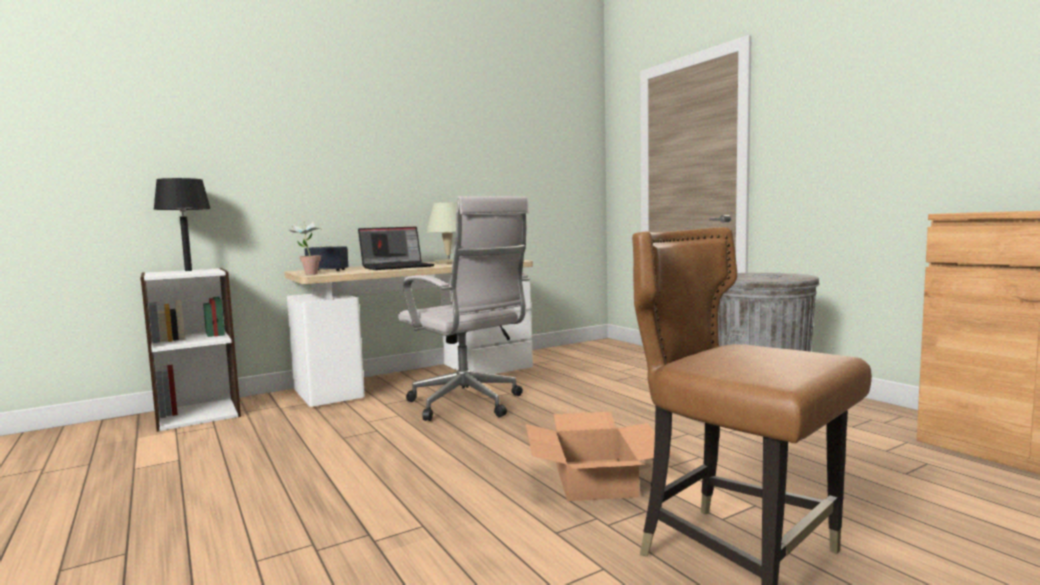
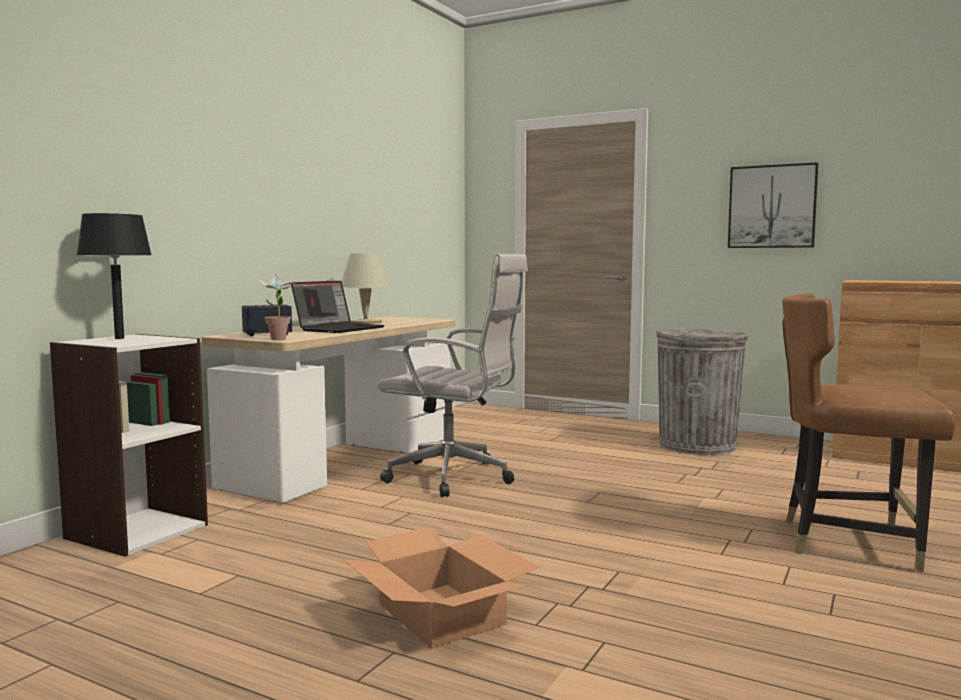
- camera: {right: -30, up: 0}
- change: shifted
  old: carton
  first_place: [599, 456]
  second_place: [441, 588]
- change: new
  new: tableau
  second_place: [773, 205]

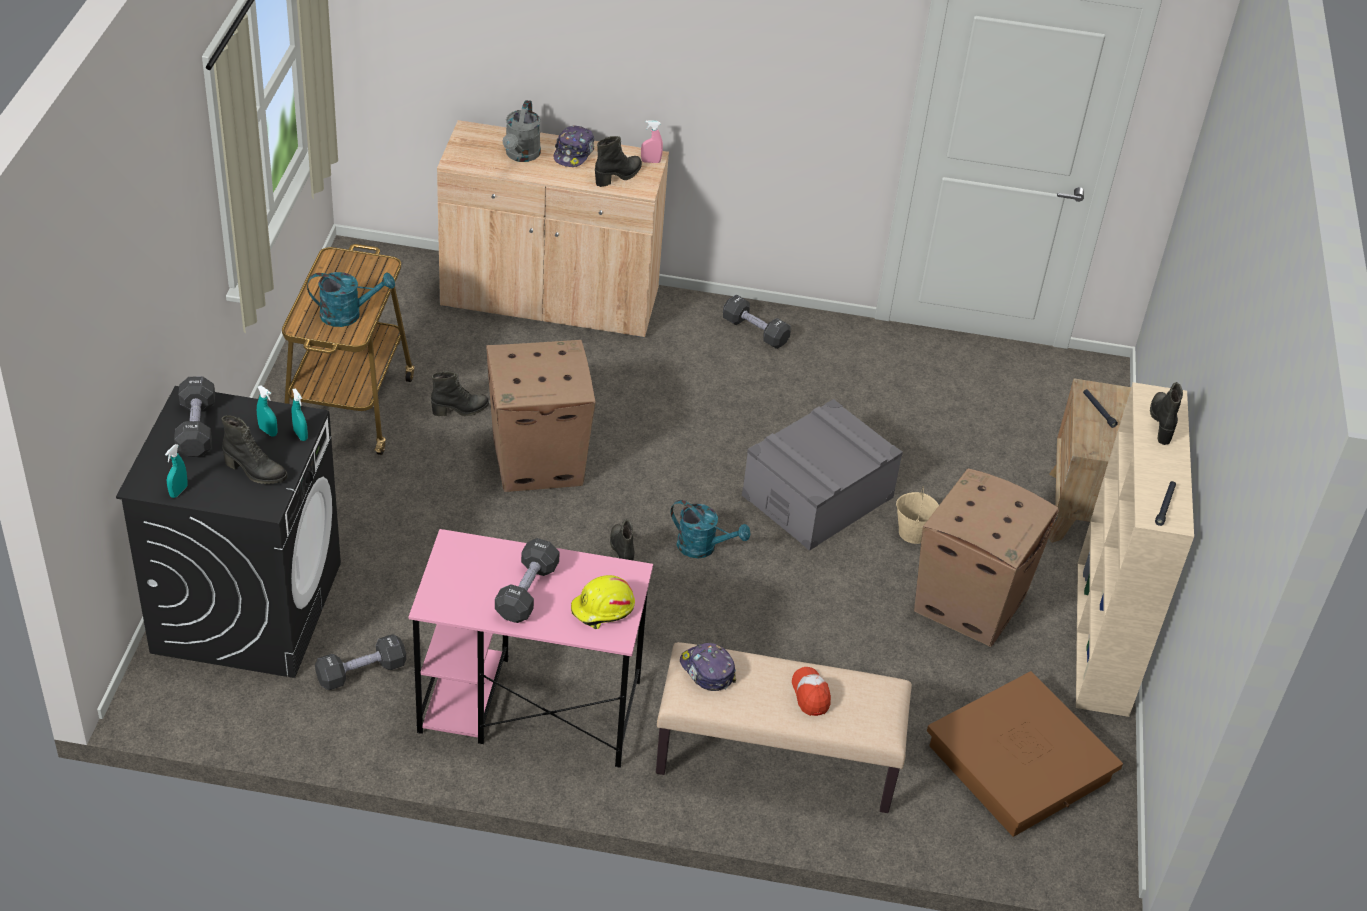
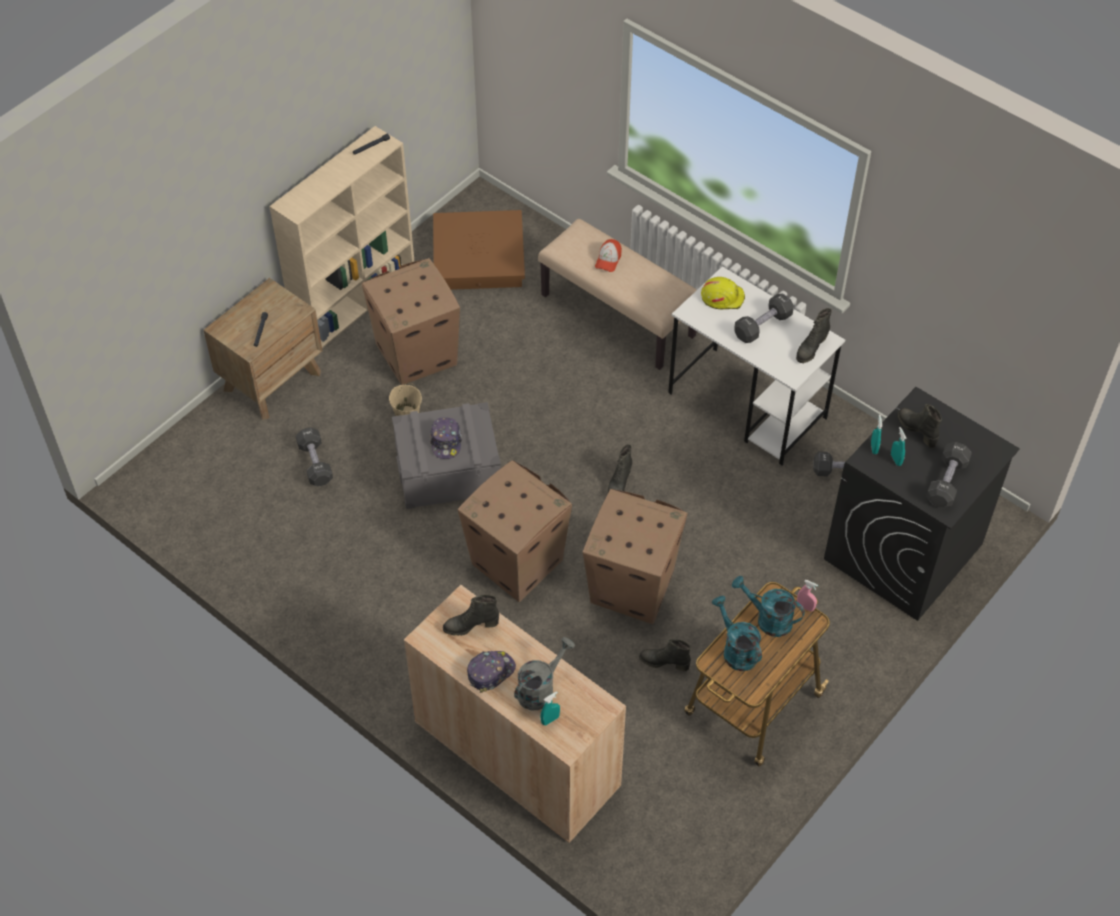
- camera: {right: -145, up: 10}
- change: shifted
  old: vaporisateur [rose]
  first_place: [652, 141]
  second_place: [807, 596]
- change: shifted
  old: haltère [noir]
  first_place: [757, 322]
  second_place: [314, 456]
- change: shifted
  old: botte [noir]
  first_place: [1166, 413]
  second_place: [814, 335]
- change: shifted
  old: vaporisateur [turquoise]
  first_place: [176, 471]
  second_place: [550, 708]
- change: shifted
  old: arrosoir [turquoise]
  first_place: [710, 529]
  second_place: [737, 633]
- change: repainted
  old: bureau [rose]
  new: bureau [blanc]
  first_place: [531, 648]
  second_place: [756, 365]
- change: shifted
  old: casquette
  first_place: [708, 666]
  second_place: [446, 438]
- change: new
  new: carton
  second_place: [514, 531]

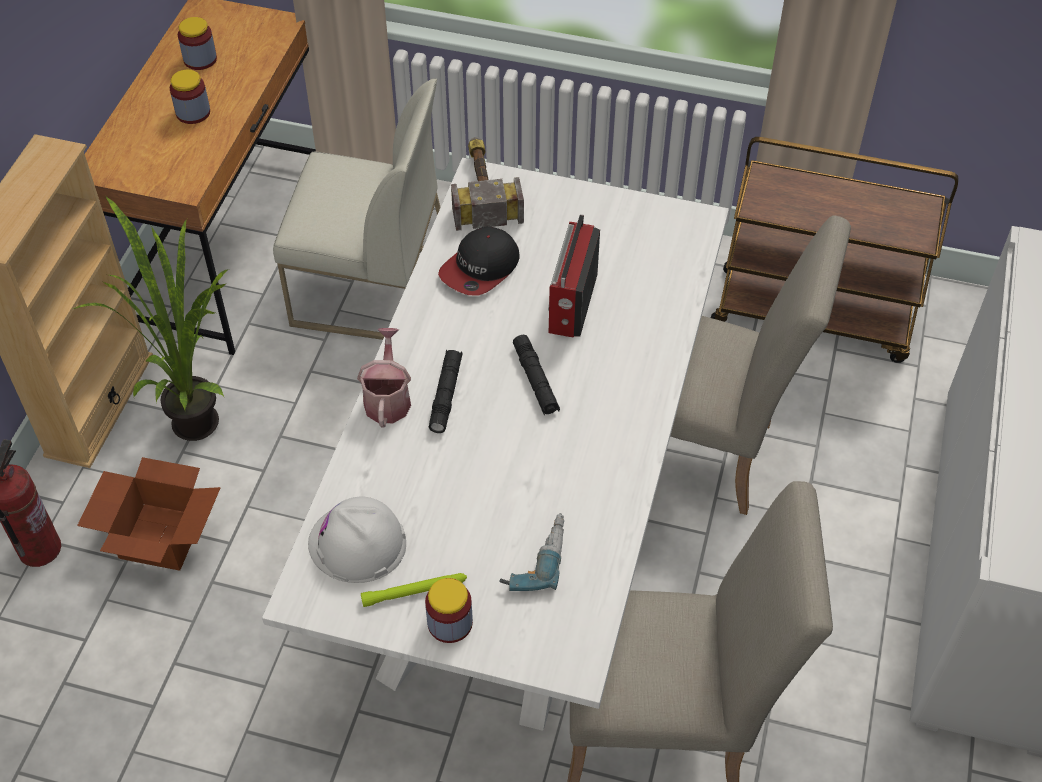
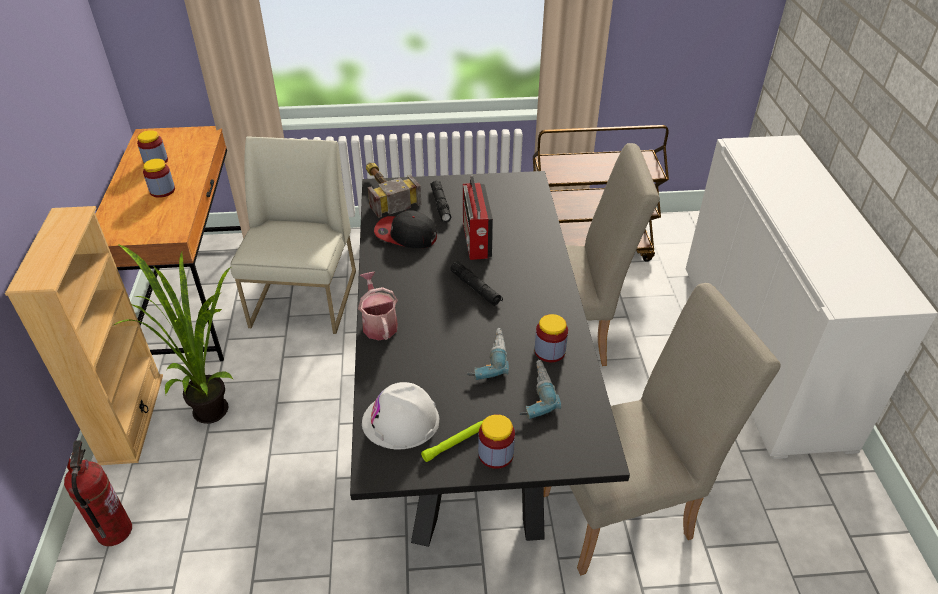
- camera: {right: -20, up: -10}
- change: rotated
  old: chaise [blanc]
  first_place: [357, 209]
  second_place: [293, 235]
  degrees: -75
- change: repainted
  old: table à manger [blanc]
  new: table à manger [noir]
  first_place: [495, 444]
  second_place: [490, 359]
- change: rotated
  old: casquette
  first_place: [479, 260]
  second_place: [405, 229]
  degrees: 90
- change: shifted
  old: lampe de poche [noir]
  first_place: [446, 391]
  second_place: [440, 201]
- change: gone
  old: carton
  first_place: [149, 513]
- change: new
  new: bocal
  second_place: [551, 338]
- change: new
  new: perceuse
  second_place: [488, 354]

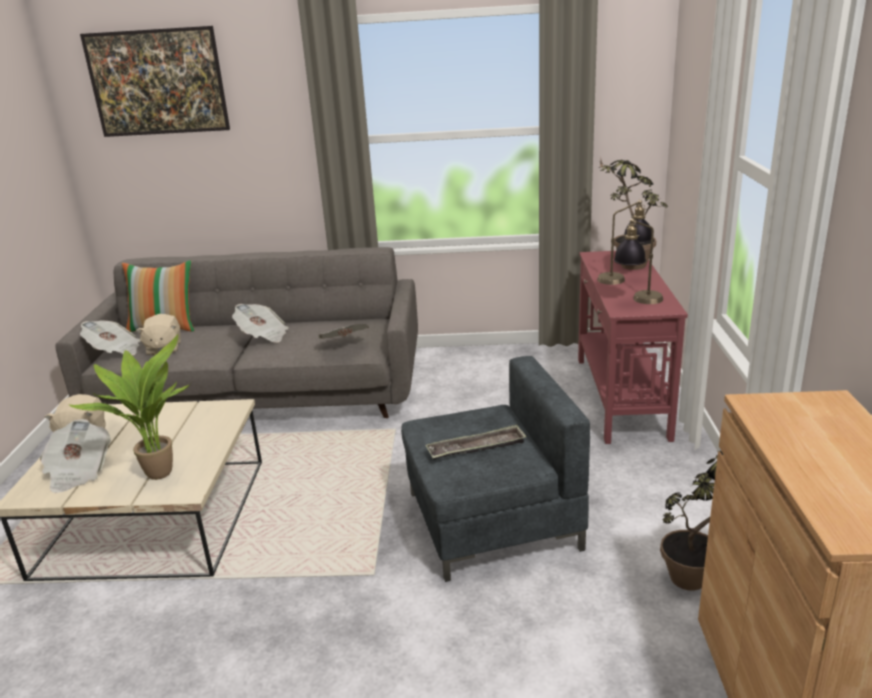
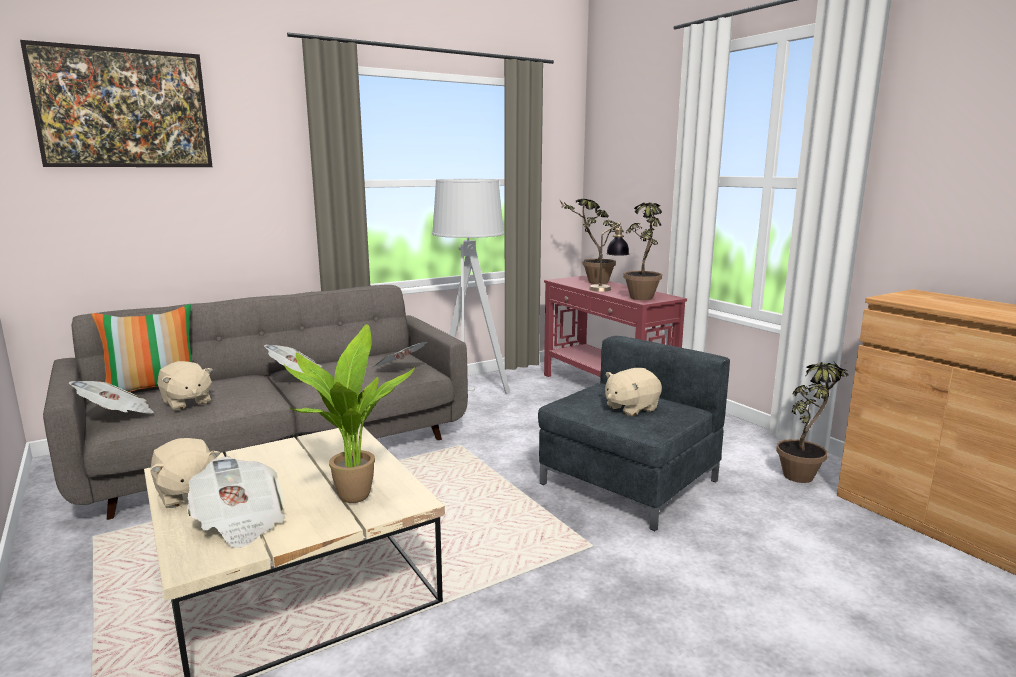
- camera: {right: -35, up: -10}
- change: swapped
  old: lampe de table
  new: plante en pot
  first_place: [638, 261]
  second_place: [643, 251]
- change: swapped
  old: plateau
  new: peluche [beige]
  first_place: [476, 442]
  second_place: [633, 392]
- change: new
  new: lampadaire [gris]
  second_place: [471, 296]

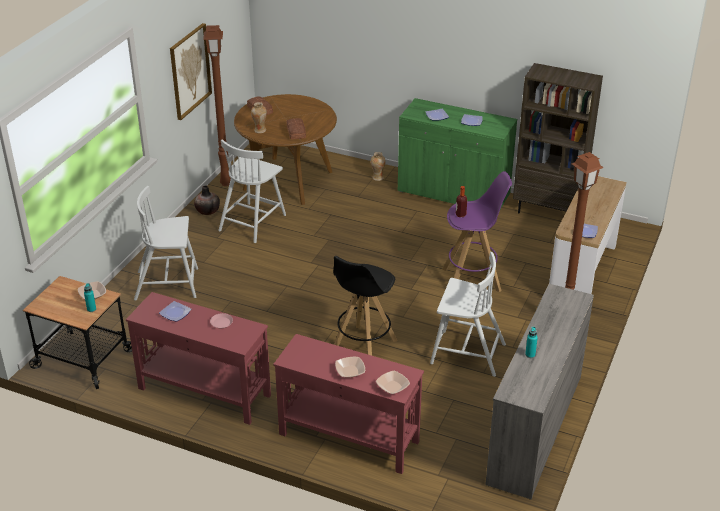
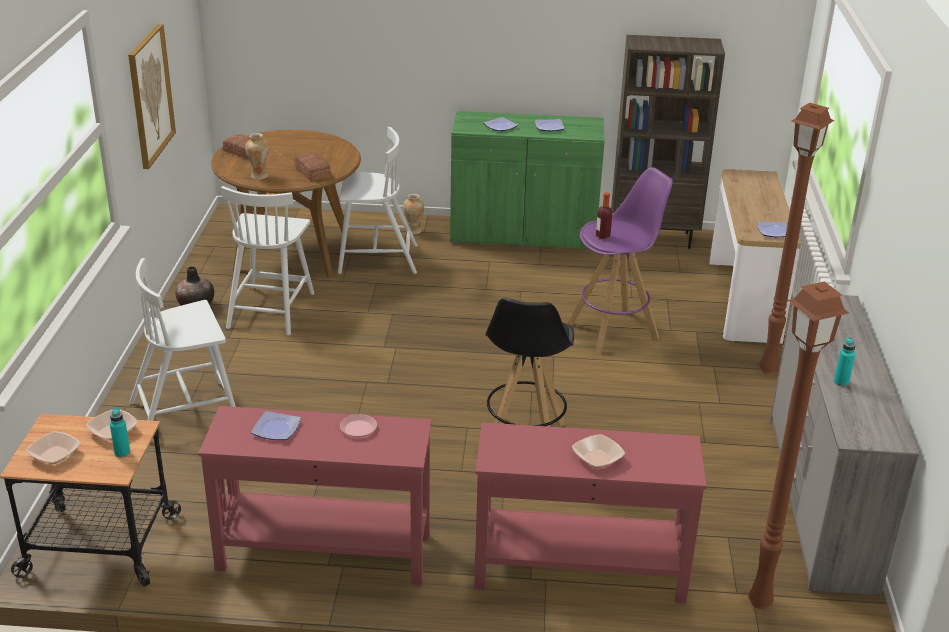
- camera: {right: -20, up: -5}
- change: shifted
  old: lampadaire [marron]
  first_place: [217, 105]
  second_place: [798, 445]
- change: shifted
  old: chaise [blanc]
  first_place: [468, 314]
  second_place: [378, 200]
- change: shifted
  old: bol
  first_place: [393, 382]
  second_place: [53, 447]

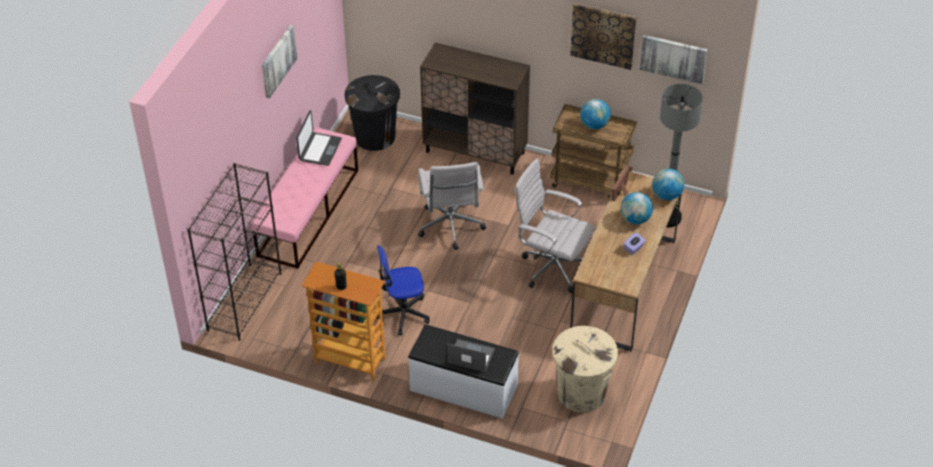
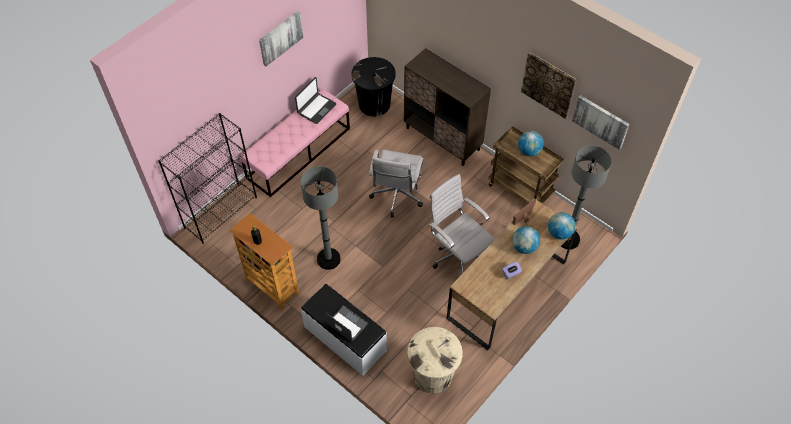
- camera: {right: 20, up: 10}
- change: swapped
  old: chaise de bureau
  new: lampadaire [gris]
  first_place: [403, 290]
  second_place: [321, 218]

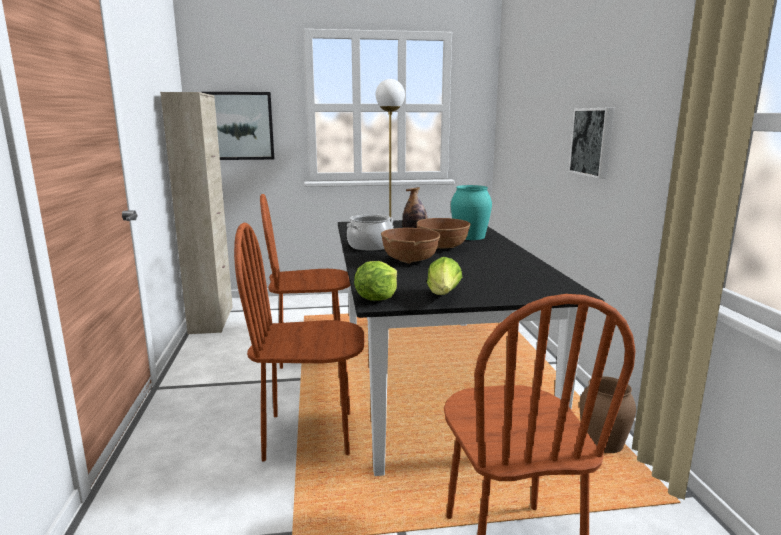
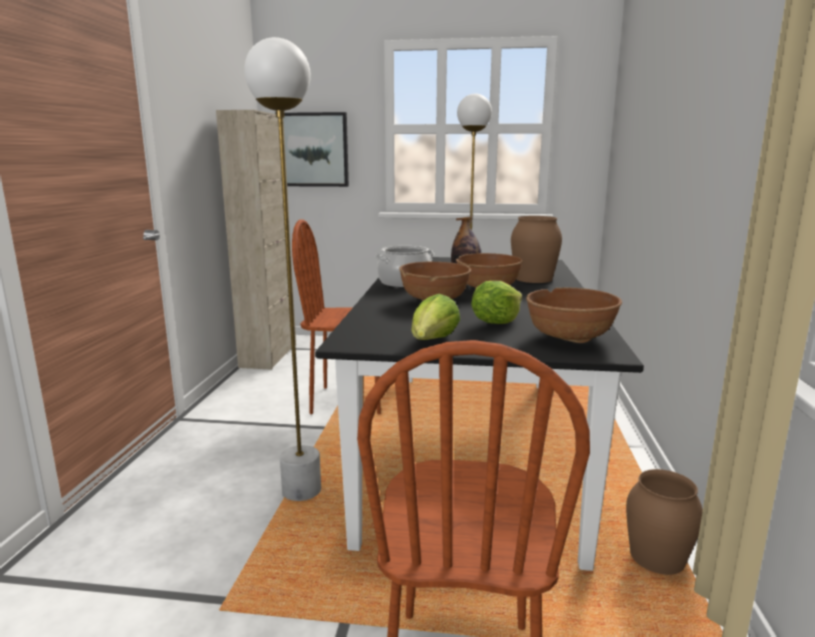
- camera: {right: 15, up: 0}
- change: gone
  old: tableau
  first_place: [591, 143]
- change: repainted
  old: vase [turquoise]
  new: vase [marron]
  first_place: [471, 212]
  second_place: [536, 249]
- change: swapped
  old: chaise [marron]
  new: lampadaire [blanc]
  first_place: [299, 342]
  second_place: [283, 269]
- change: shifted
  old: laitue
  first_place: [375, 281]
  second_place: [496, 302]
- change: new
  new: bol [marron]
  second_place: [574, 315]

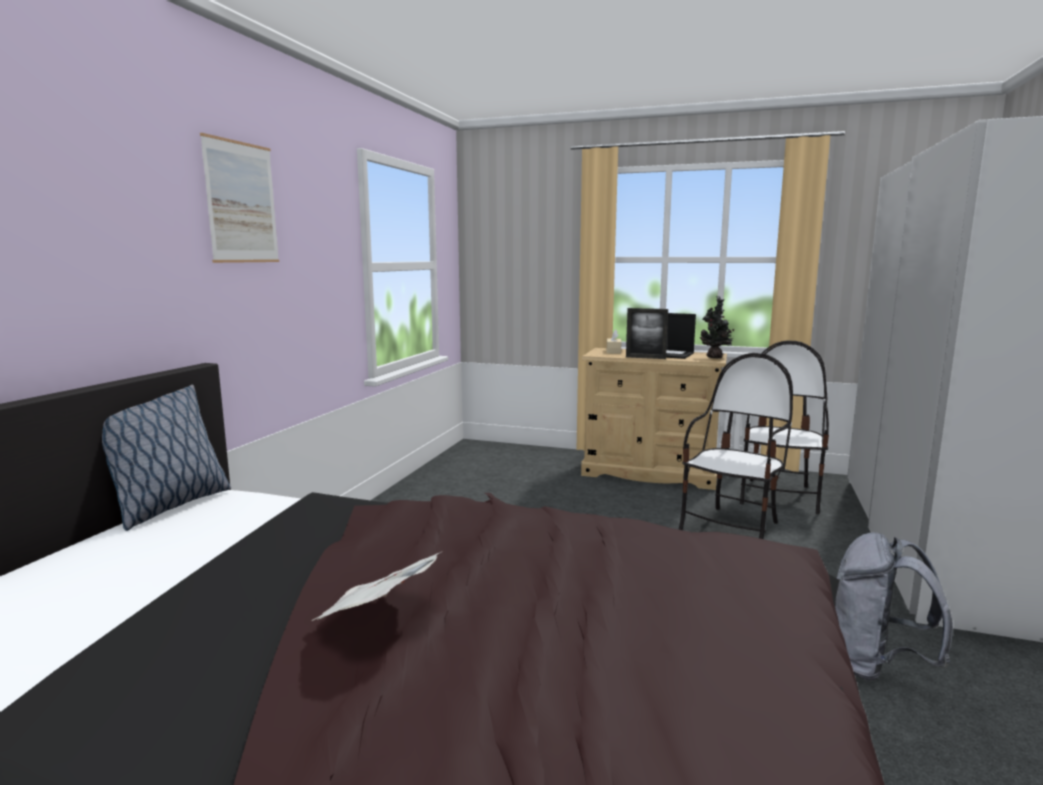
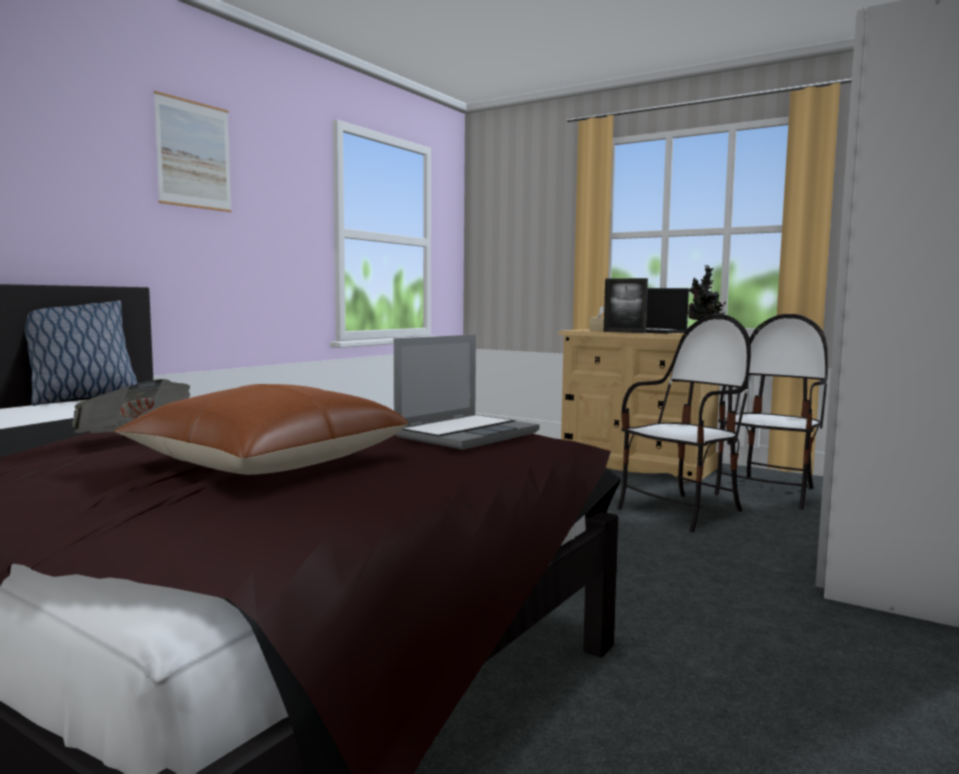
- camera: {right: 15, up: -5}
- change: gone
  old: sac à dos [gris]
  first_place: [894, 606]
- change: new
  new: ordinateur portable
  second_place: [467, 392]
- change: new
  new: coussin [marron]
  second_place: [261, 429]

